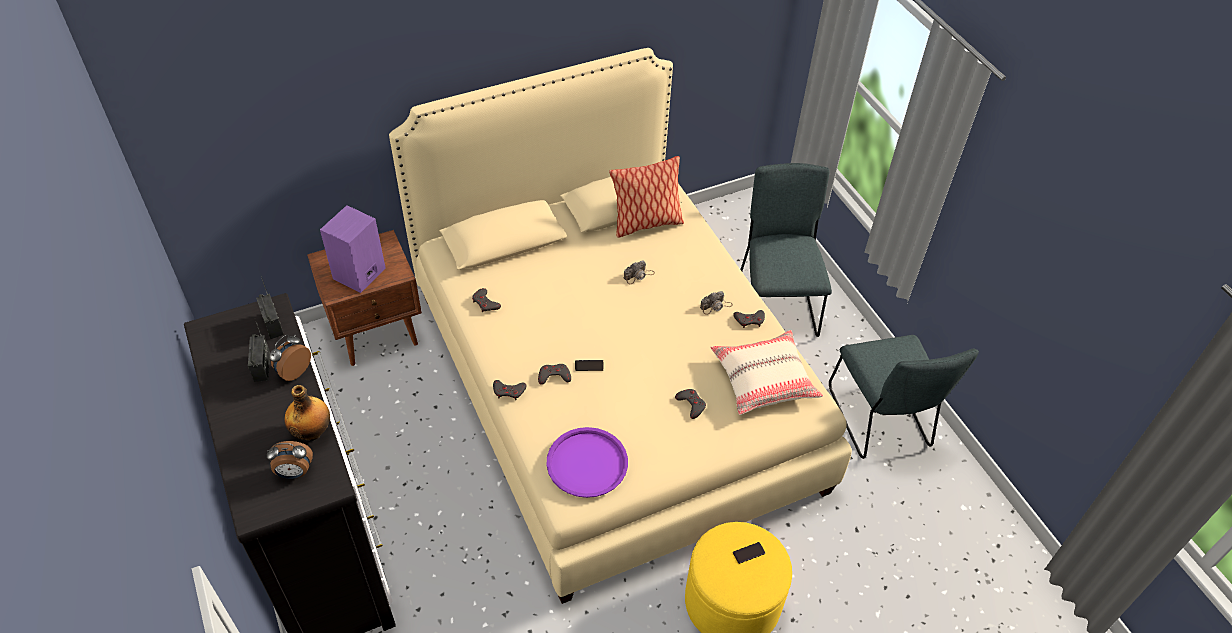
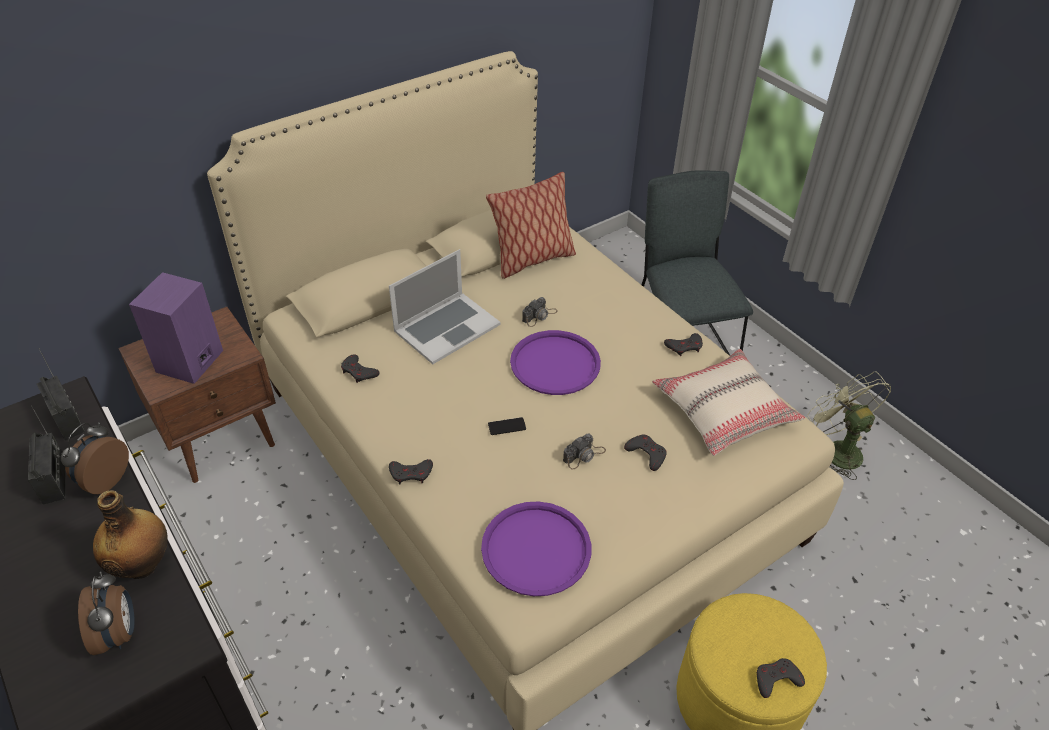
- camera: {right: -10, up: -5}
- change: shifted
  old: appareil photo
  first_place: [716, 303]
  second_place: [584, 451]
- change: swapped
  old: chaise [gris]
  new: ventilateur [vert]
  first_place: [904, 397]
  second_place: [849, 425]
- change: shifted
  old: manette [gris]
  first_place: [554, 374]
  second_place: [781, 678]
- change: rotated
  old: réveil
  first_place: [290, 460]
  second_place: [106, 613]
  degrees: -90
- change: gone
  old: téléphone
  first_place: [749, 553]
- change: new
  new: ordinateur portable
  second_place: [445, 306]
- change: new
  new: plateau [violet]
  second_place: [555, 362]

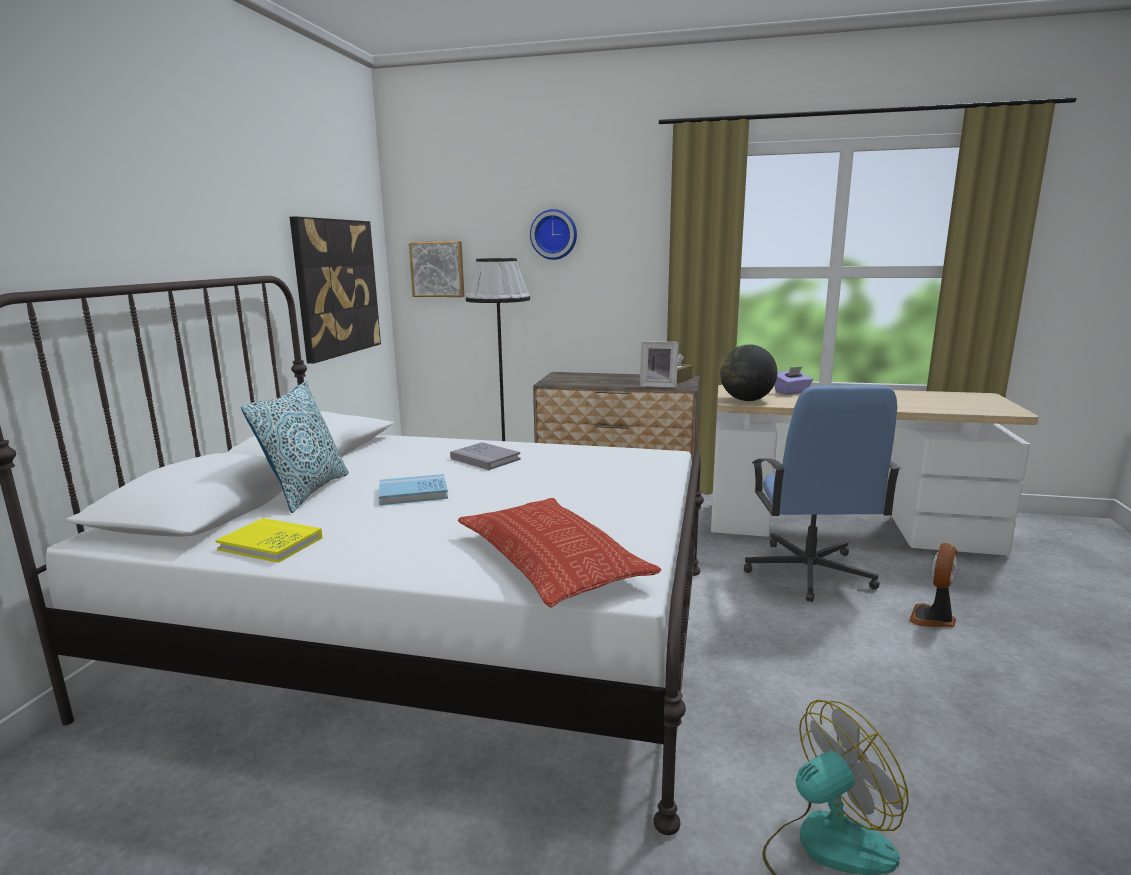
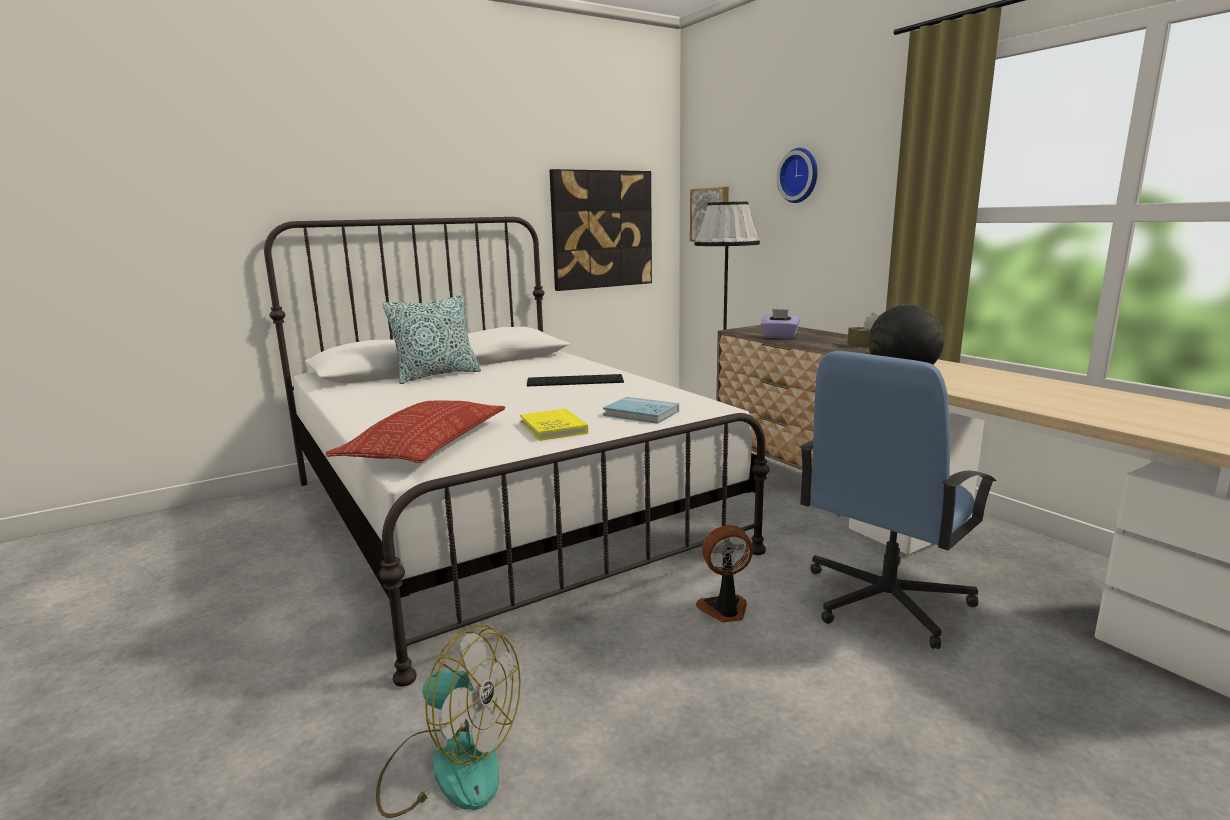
- camera: {right: 45, up: 0}
- change: gone
  old: cadre photo
  first_place: [659, 364]
- change: shifted
  old: boîte à mouchoirs [violet]
  first_place: [793, 380]
  second_place: [780, 324]
- change: swapped
  old: livre [gris]
  new: clavier
  first_place: [485, 456]
  second_place: [575, 380]
- change: shifted
  old: livre [bleu]
  first_place: [413, 489]
  second_place: [641, 410]
- change: shifted
  old: livre [jaune]
  first_place: [269, 540]
  second_place: [554, 425]
- change: shifted
  old: ventilateur
  first_place: [933, 585]
  second_place: [724, 574]

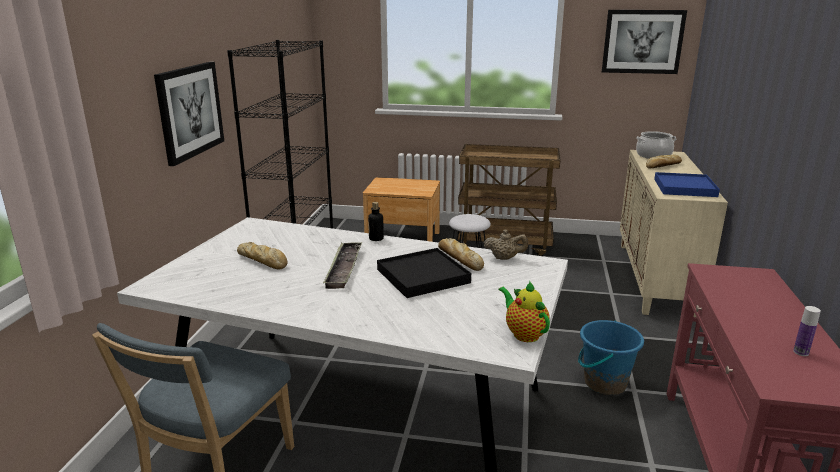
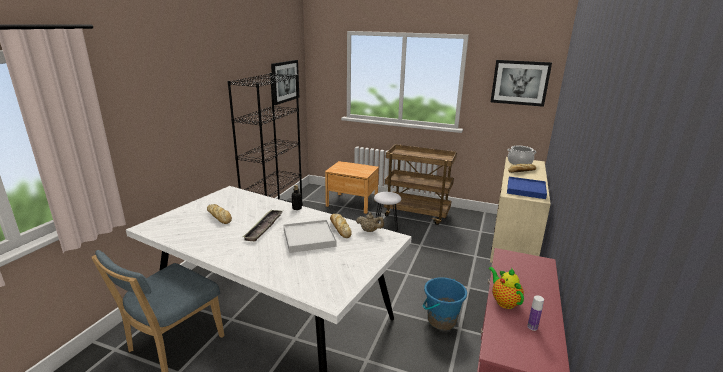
- camera: {right: 10, up: 0}
- change: shifted
  old: tableau
  first_place: [189, 114]
  second_place: [285, 82]
- change: repainted
  old: plateau [noir]
  new: plateau [blanc]
  first_place: [424, 273]
  second_place: [310, 236]
- change: shifted
  old: théière
  first_place: [524, 311]
  second_place: [506, 288]

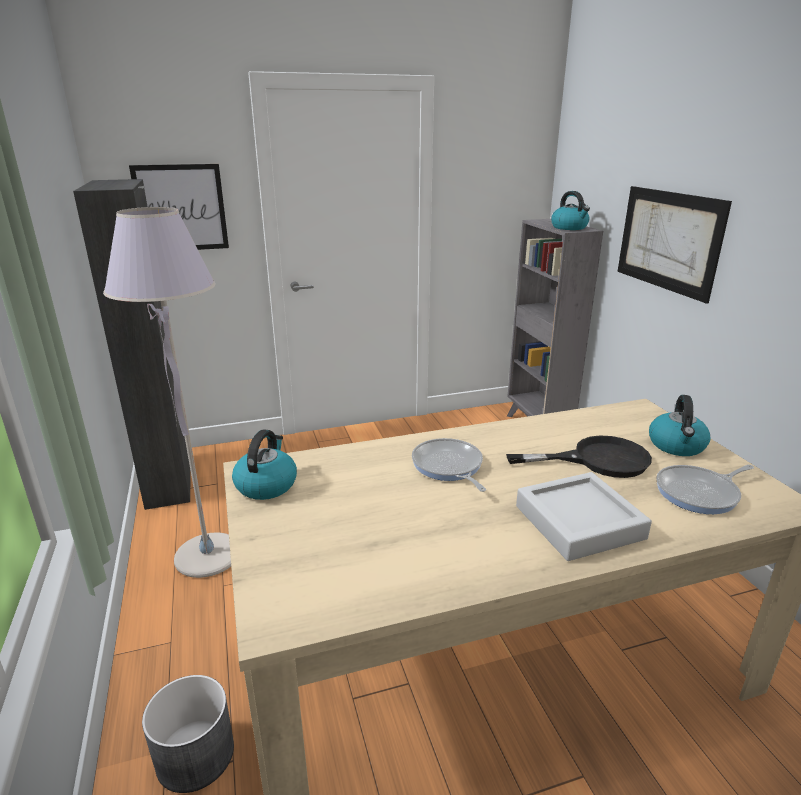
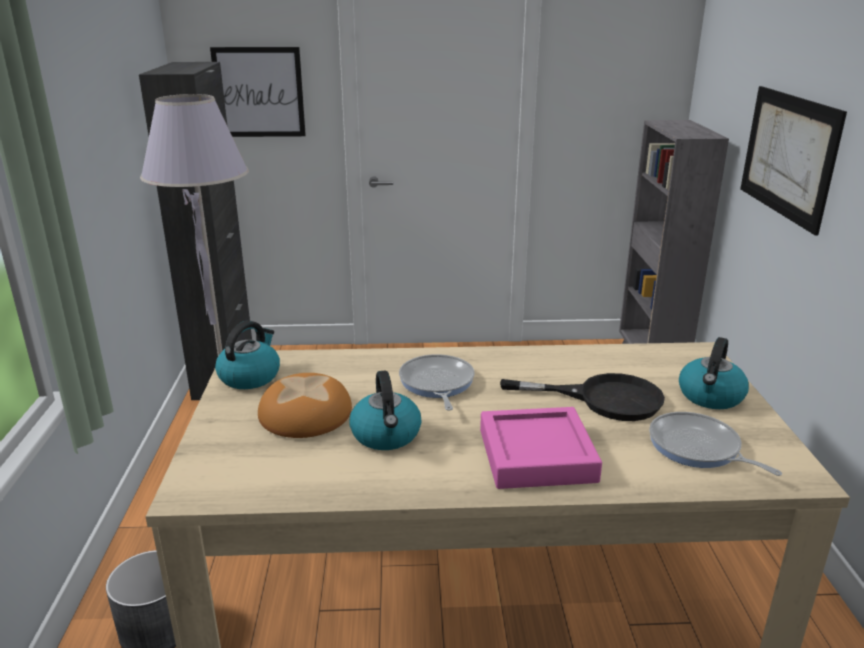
- camera: {right: 15, up: 0}
- change: shifted
  old: bouilloire
  first_place: [570, 210]
  second_place: [385, 410]
- change: rotated
  old: poêle
  first_place: [705, 489]
  second_place: [715, 444]
  degrees: 60
- change: repainted
  old: plateau [gris]
  new: plateau [rose]
  first_place: [584, 516]
  second_place: [541, 448]
- change: new
  new: pain
  second_place: [305, 405]

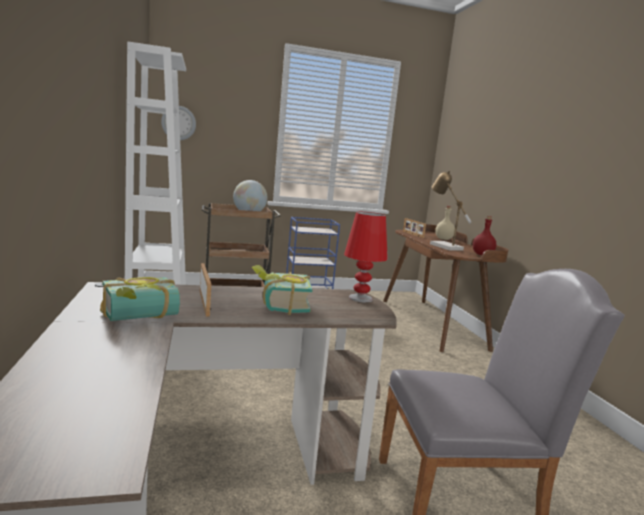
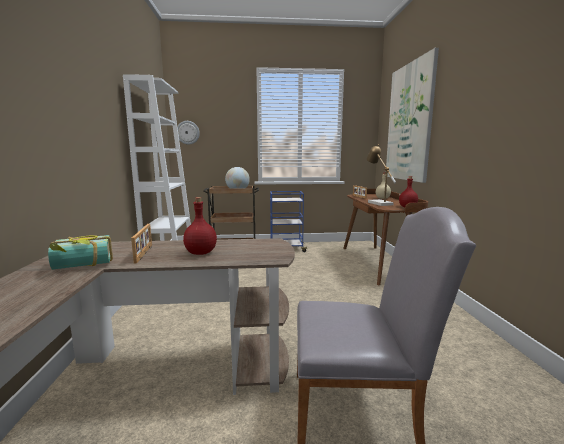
- camera: {right: 10, up: 0}
- change: gone
  old: lampe de table [rouge]
  first_place: [366, 257]
- change: swapped
  old: livre
  new: bouteille [rouge]
  first_place: [282, 290]
  second_place: [200, 226]
- change: new
  new: tableau
  second_place: [412, 115]

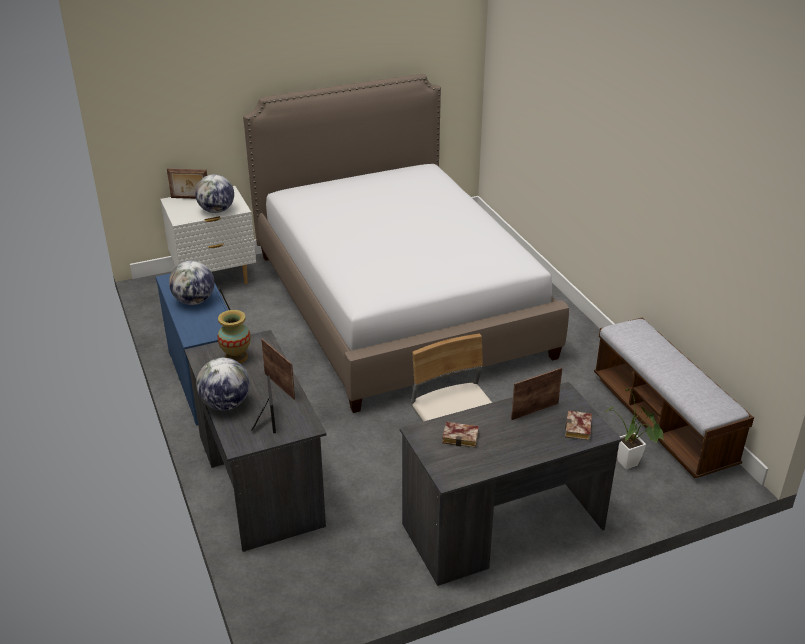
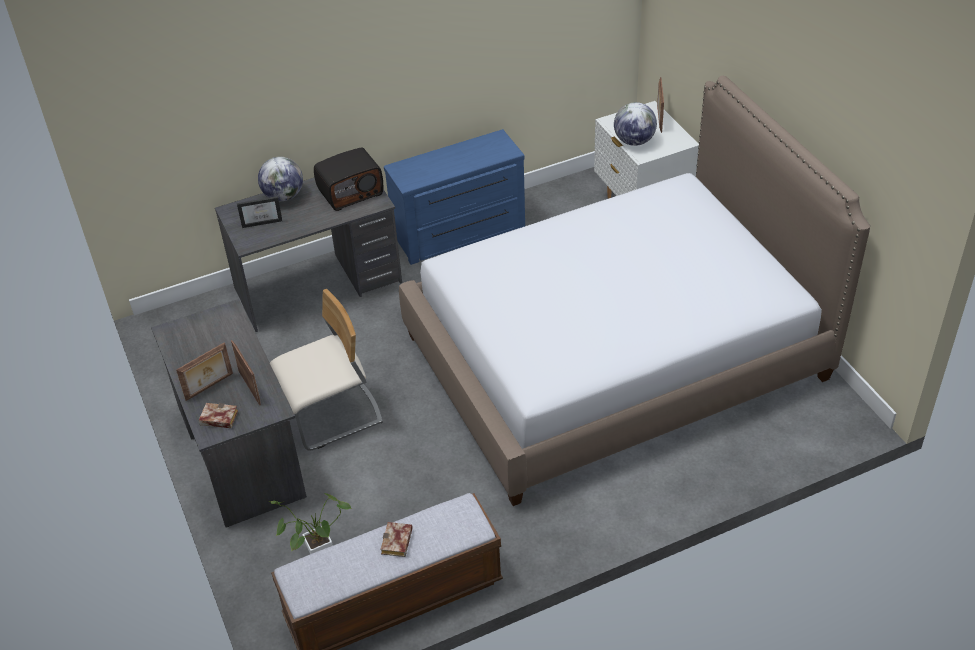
- camera: {right: 90, up: 10}
- change: gone
  old: globe
  first_place: [191, 282]
- change: swapped
  old: vase
  new: radio
  first_place: [234, 336]
  second_place: [348, 179]
- change: shifted
  old: cadre photo
  first_place: [278, 369]
  second_place: [204, 371]
- change: shifted
  old: livre
  first_place: [460, 435]
  second_place: [396, 539]

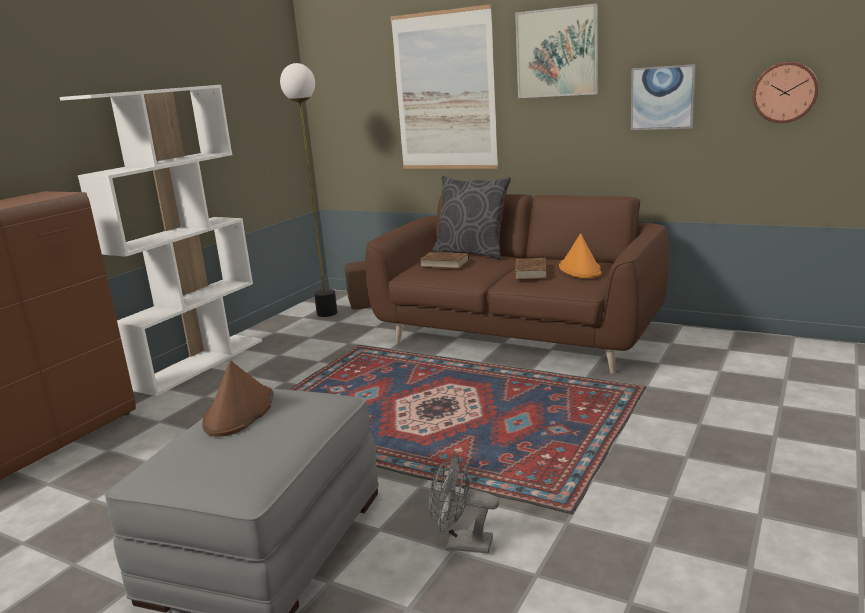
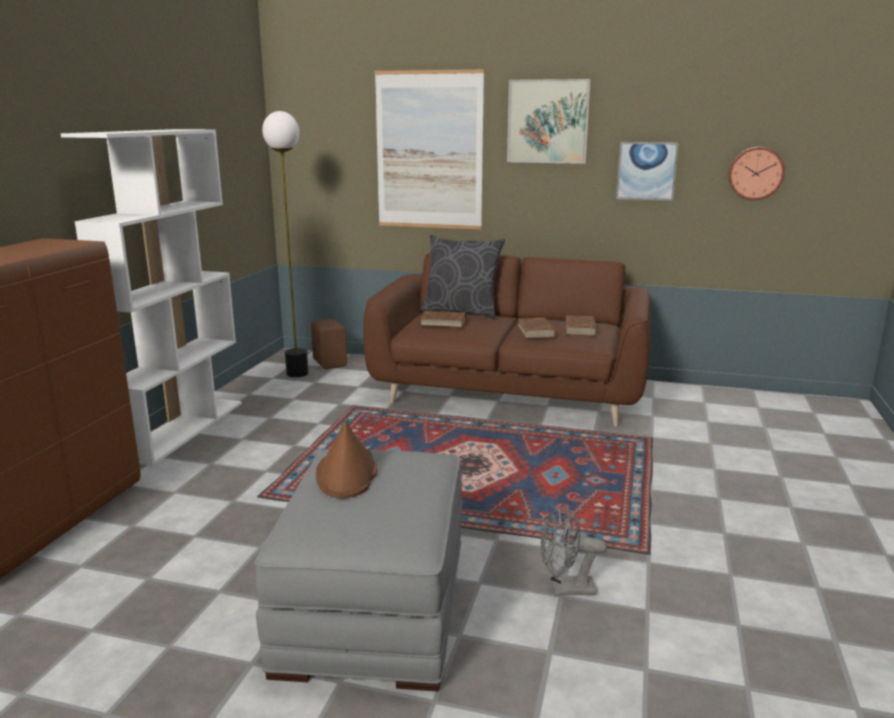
- camera: {right: -15, up: 0}
- change: swapped
  old: chapeau [orange]
  new: livre [marron]
  first_place: [580, 256]
  second_place: [580, 325]

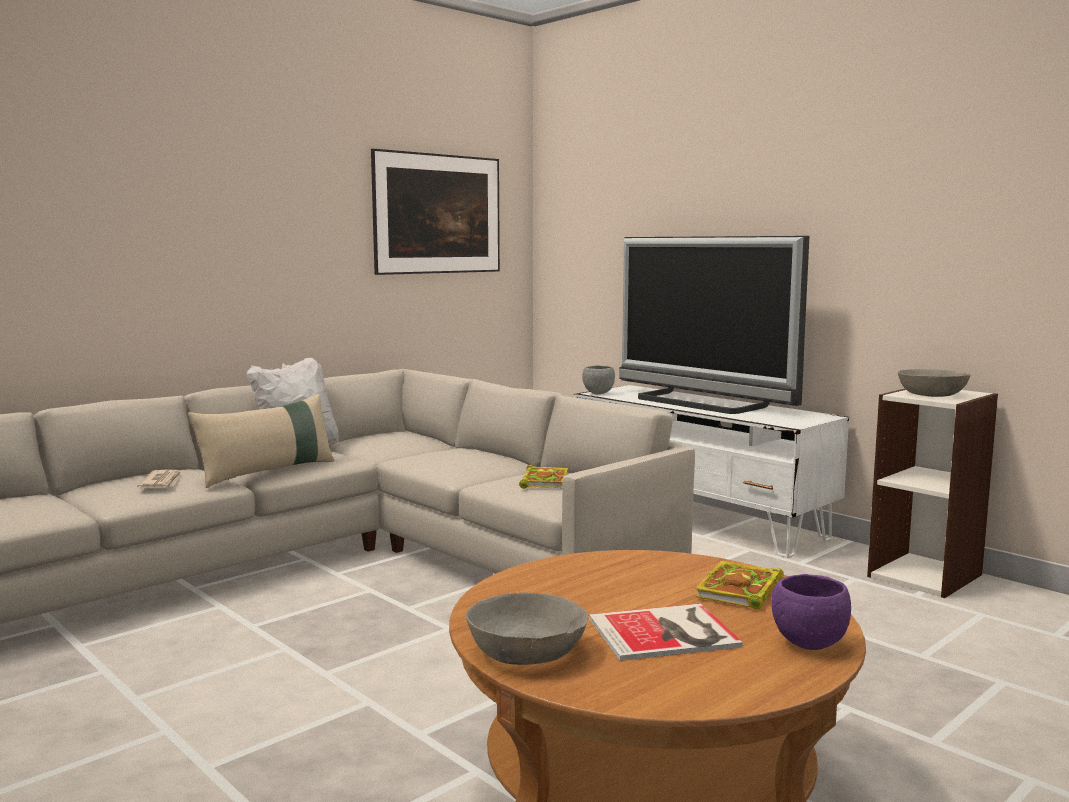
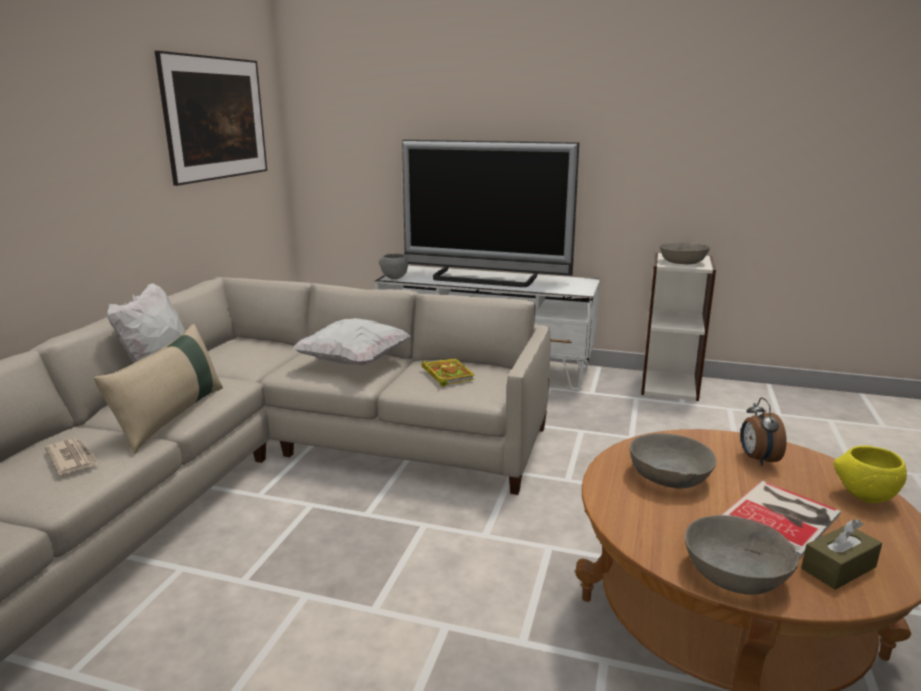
- camera: {right: -30, up: 10}
- change: swapped
  old: livre
  new: réveil
  first_place: [739, 585]
  second_place: [764, 432]
- change: repainted
  old: bol [violet]
  new: bol [jaune]
  first_place: [811, 612]
  second_place: [870, 474]
- change: new
  new: coussin [blanc]
  second_place: [352, 341]
- change: new
  new: bol [gris]
  second_place: [673, 460]
- change: new
  new: boîte à mouchoirs [marron]
  second_place: [841, 554]

